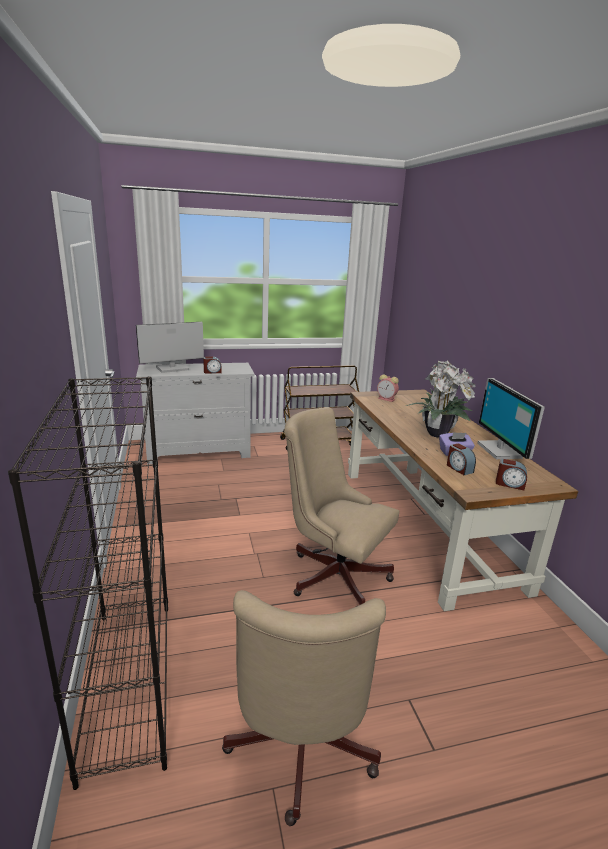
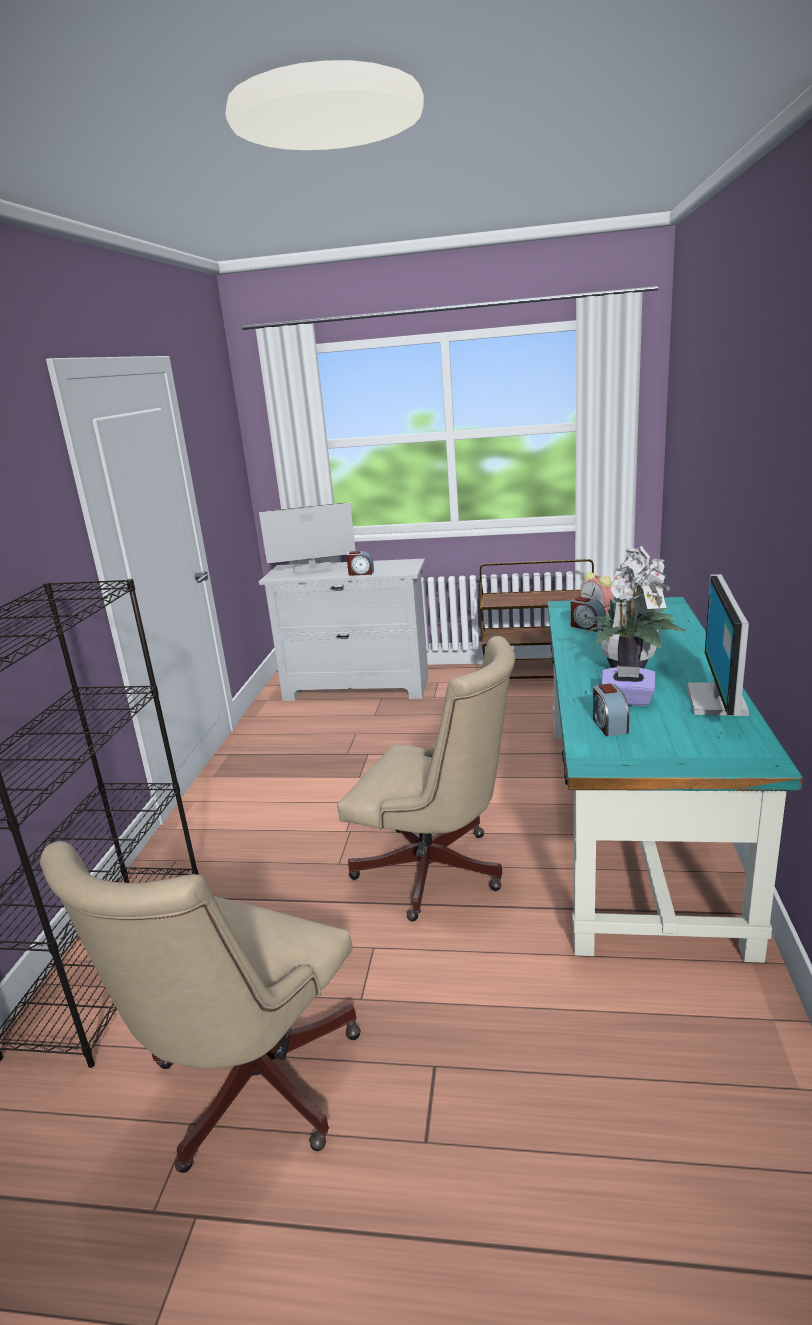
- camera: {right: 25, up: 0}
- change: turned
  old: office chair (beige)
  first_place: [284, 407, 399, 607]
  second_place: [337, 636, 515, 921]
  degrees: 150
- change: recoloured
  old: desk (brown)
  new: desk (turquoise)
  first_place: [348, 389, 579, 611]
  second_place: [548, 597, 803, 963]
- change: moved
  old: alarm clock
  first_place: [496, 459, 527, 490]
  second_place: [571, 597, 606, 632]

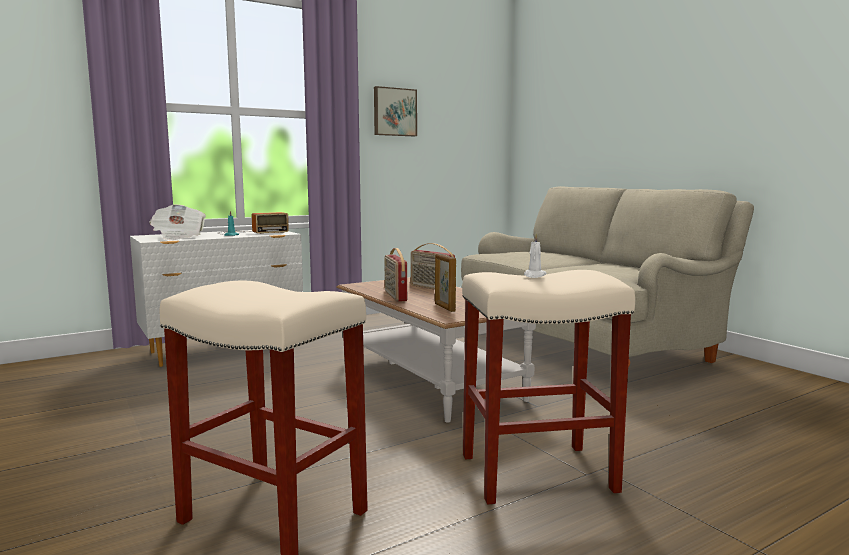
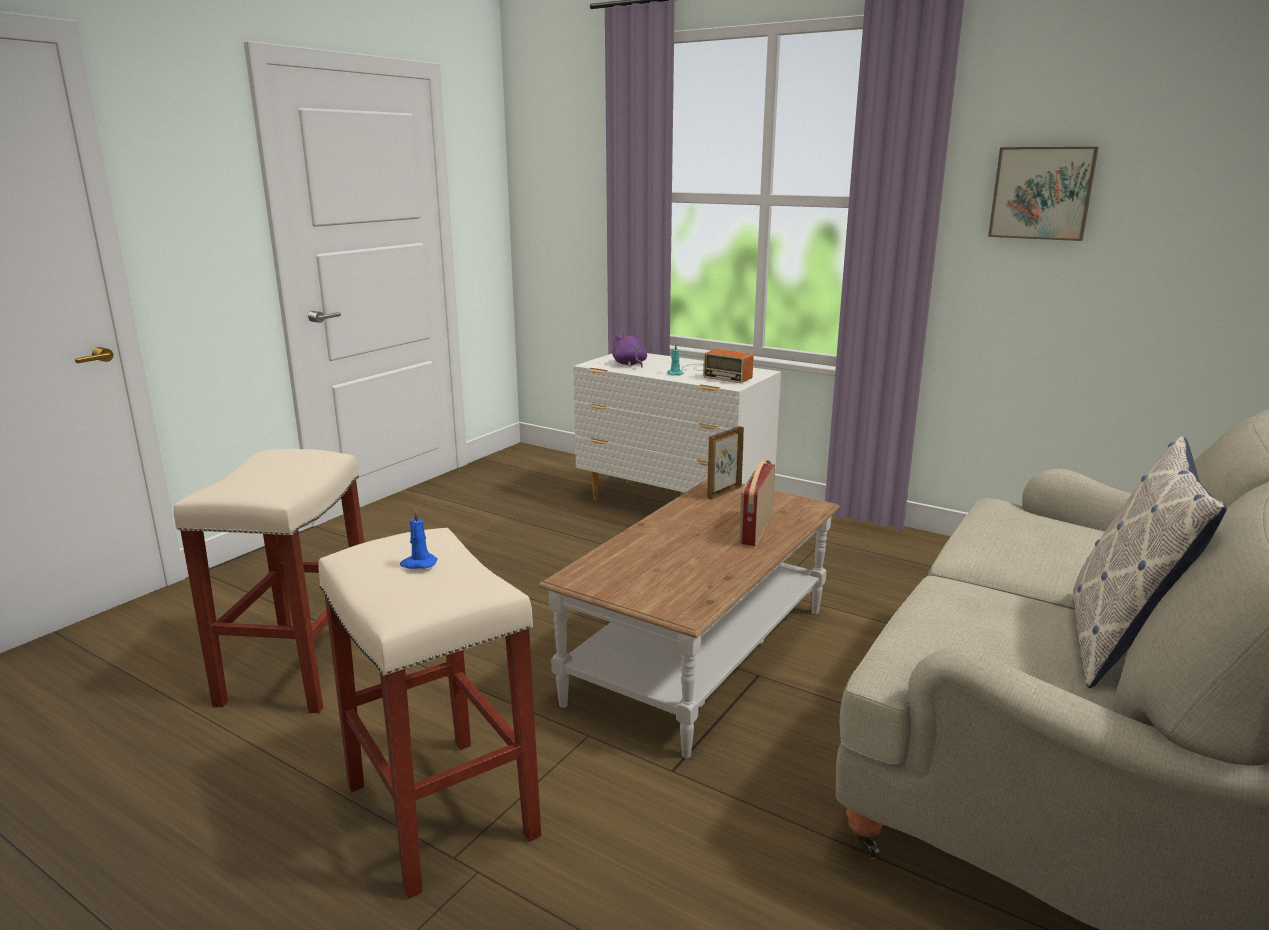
- camera: {right: 65, up: 10}
- change: recoloured
  old: candle (white)
  new: candle (blue)
  first_place: [524, 234, 547, 278]
  second_place: [400, 509, 438, 569]
- change: replaced
  old: newspaper
  new: plush toy (purple)
  first_place: [149, 204, 206, 240]
  second_place: [612, 332, 647, 368]
- change: moved
  old: picture frame
  first_place: [435, 253, 456, 312]
  second_place: [707, 426, 744, 500]
- change: added
  new: pillow
  second_place: [1073, 437, 1227, 688]
- change: removed
  old: radio
  first_place: [384, 248, 407, 302]

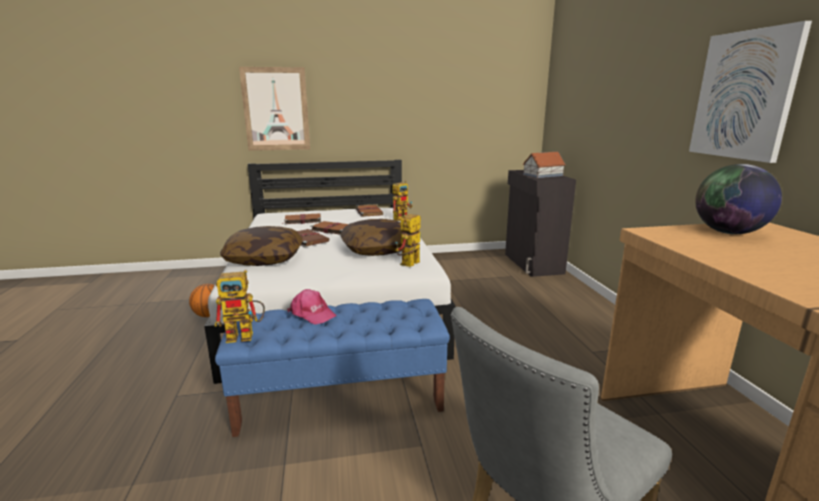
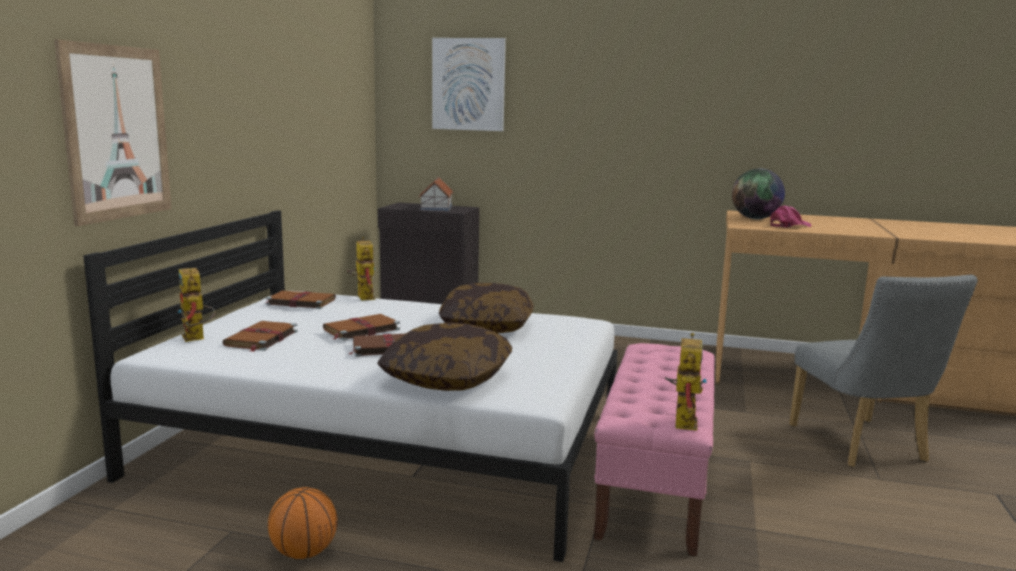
- camera: {right: -65, up: -5}
- change: moved
  old: toy robot
  first_place: [395, 214, 421, 267]
  second_place: [177, 268, 216, 342]
- change: moved
  old: picture
  first_place: [689, 21, 812, 163]
  second_place: [432, 38, 506, 131]
- change: recoloured
  old: bench (blue)
  new: bench (pink)
  first_place: [215, 299, 450, 437]
  second_place: [594, 343, 715, 556]
- change: moved
  old: cap (pink)
  first_place: [287, 289, 336, 325]
  second_place: [770, 205, 812, 228]

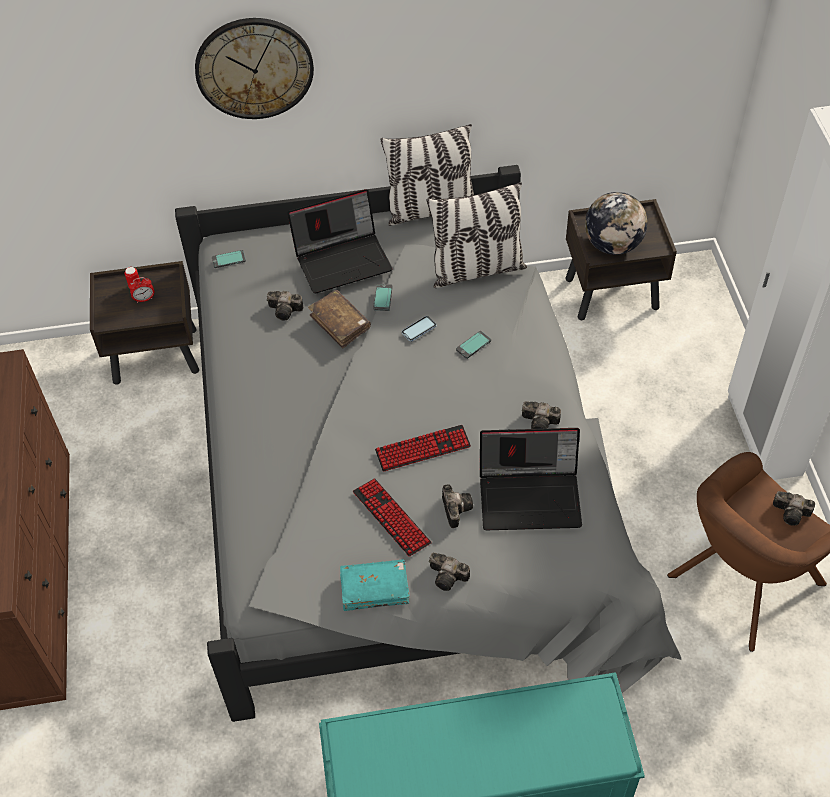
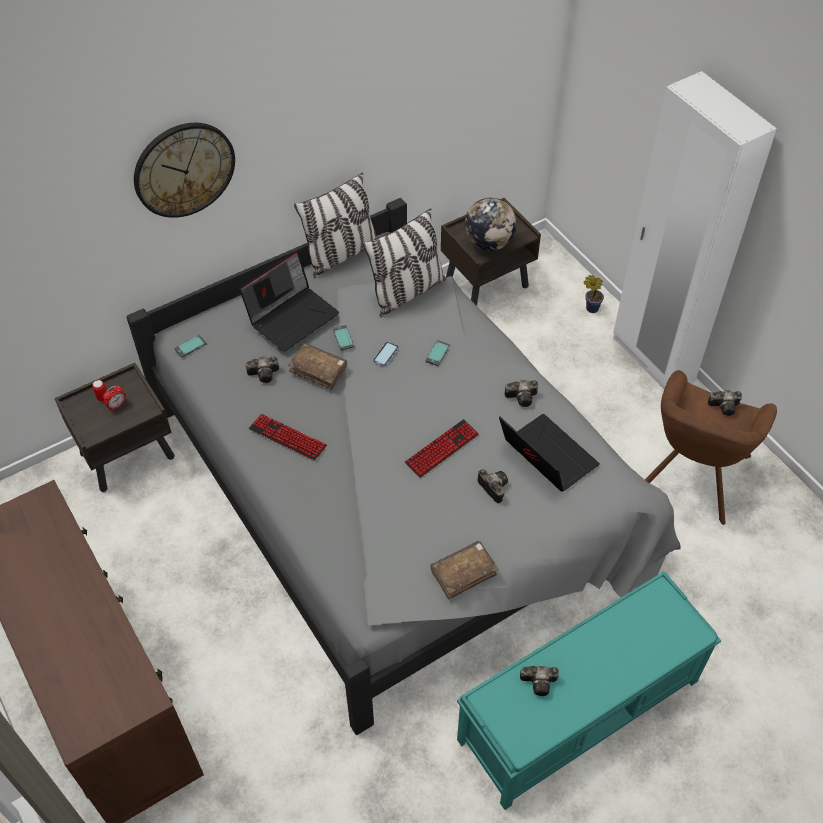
- camera: {right: -25, up: 0}
- change: moved
  old: keyboard
  first_place: [353, 479, 432, 557]
  second_place: [249, 414, 327, 461]
- change: recoloured
  old: book (turquoise)
  new: book (brown)
  first_place: [340, 559, 410, 611]
  second_place: [431, 541, 499, 600]
- change: turned
  old: laptop
  first_place: [480, 428, 582, 530]
  second_place: [499, 414, 600, 492]
  degrees: -105
- change: moved
  old: photo camera
  first_place: [429, 552, 470, 591]
  second_place: [520, 666, 559, 696]
- change: added
  new: potted plant
  second_place: [584, 275, 604, 313]

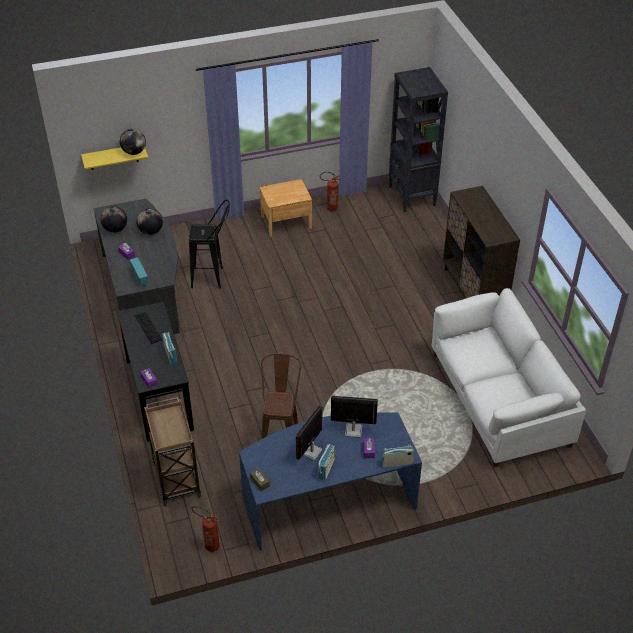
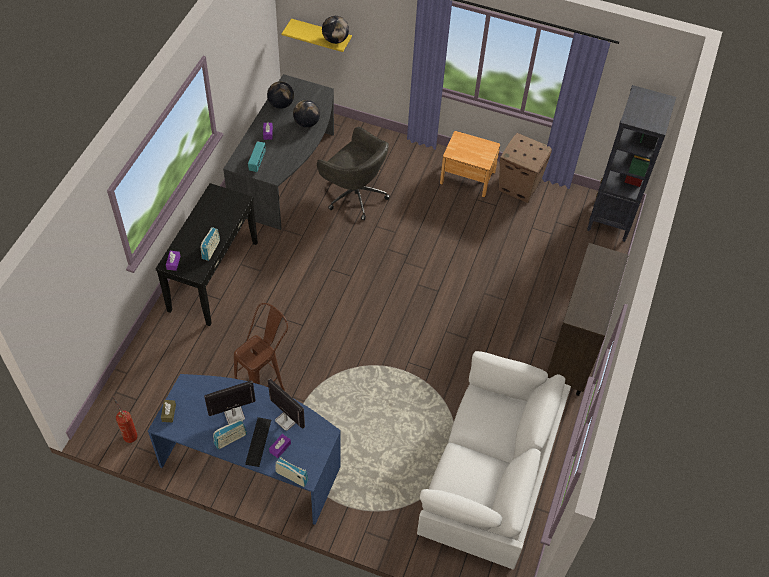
- camera: {right: 35, up: 10}
- change: moved
  old: keyboard
  first_place: [135, 312, 162, 344]
  second_place: [245, 417, 271, 467]
- change: replaced
  old: stool (black)
  new: office chair (grey)
  first_place: [189, 200, 230, 289]
  second_place: [317, 127, 390, 220]
- change: replaced
  old: fire extinguisher
  new: cardboard box
  first_place: [320, 172, 340, 211]
  second_place: [498, 133, 552, 203]
- change: removed
  old: cart (brown)
  first_place: [144, 397, 201, 506]

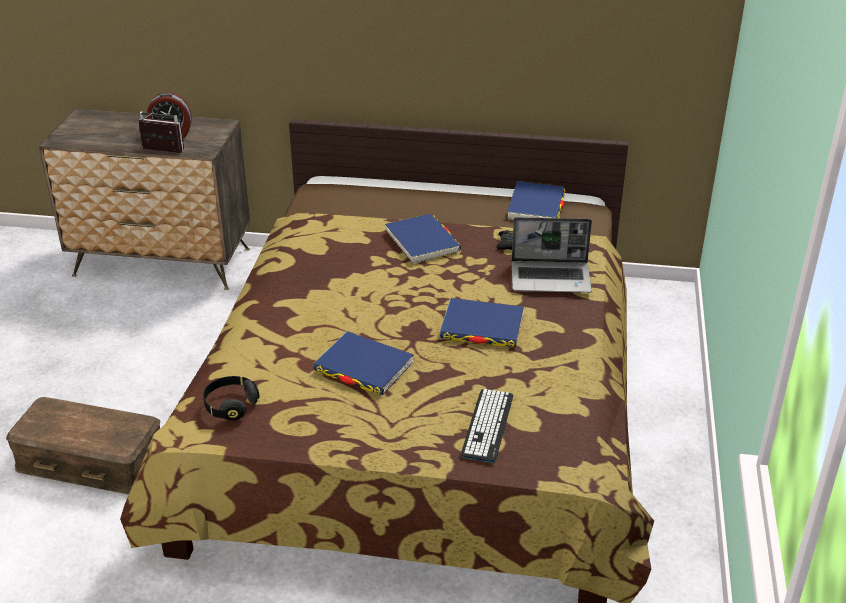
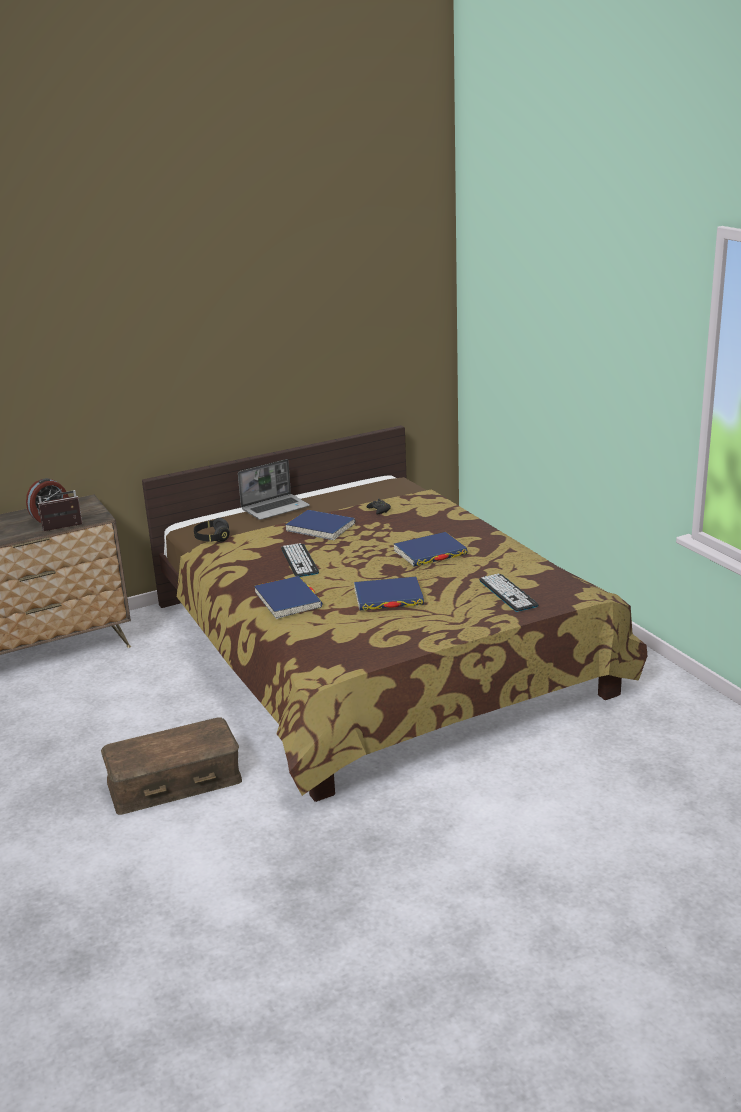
- camera: {right: -35, up: -10}
- change: moved
  old: headphones (black)
  first_place: [203, 376, 260, 421]
  second_place: [194, 518, 230, 542]
- change: moved
  old: laptop
  first_place: [511, 217, 592, 293]
  second_place: [238, 459, 310, 520]
- change: moved
  old: book (blue)
  first_place: [507, 181, 565, 220]
  second_place: [254, 576, 323, 619]
- change: added
  new: keyboard
  second_place: [281, 543, 319, 577]

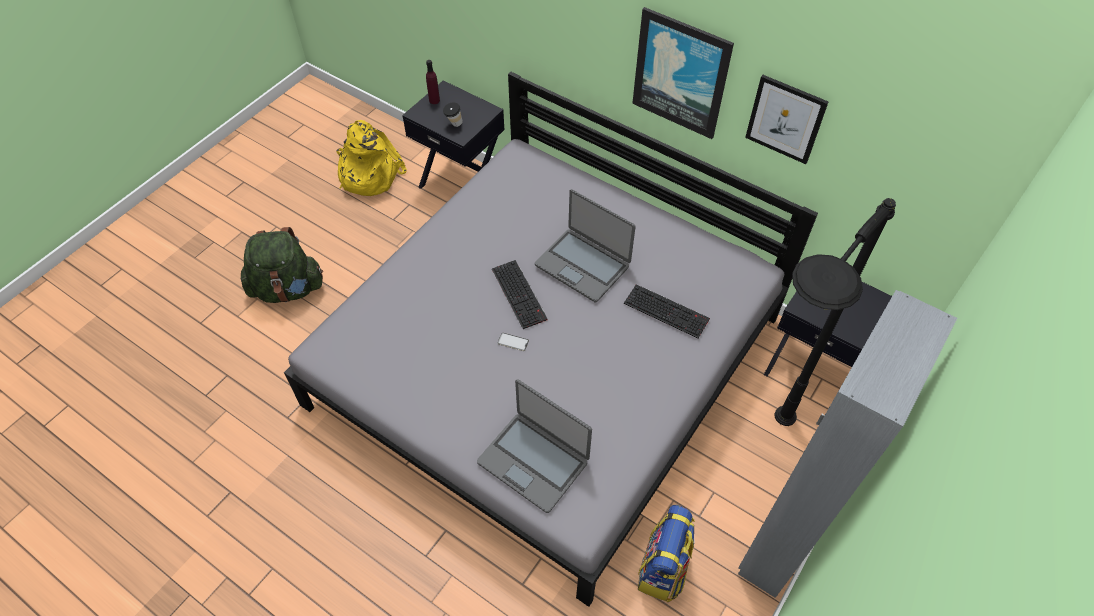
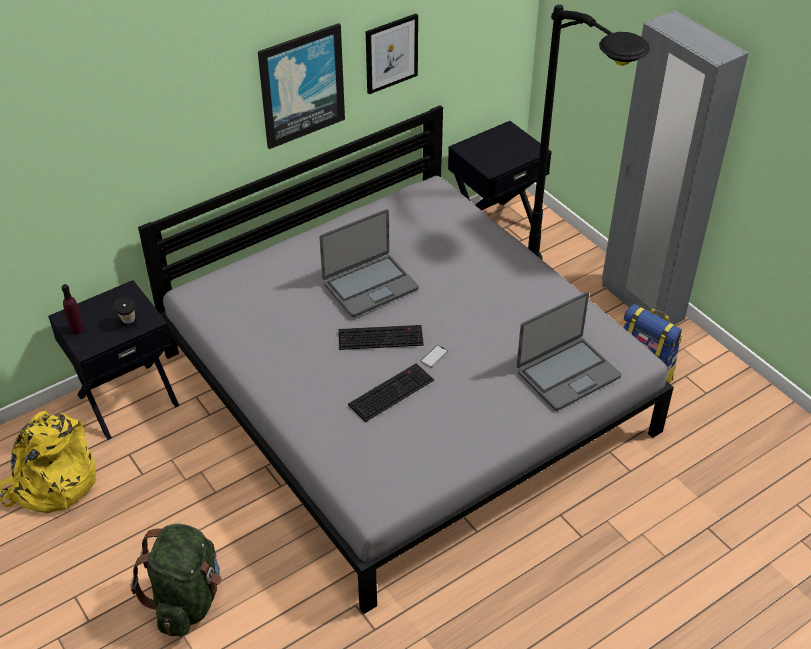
- camera: {right: -70, up: -10}
- change: moved
  old: keyboard
  first_place: [624, 284, 710, 338]
  second_place: [348, 363, 434, 422]

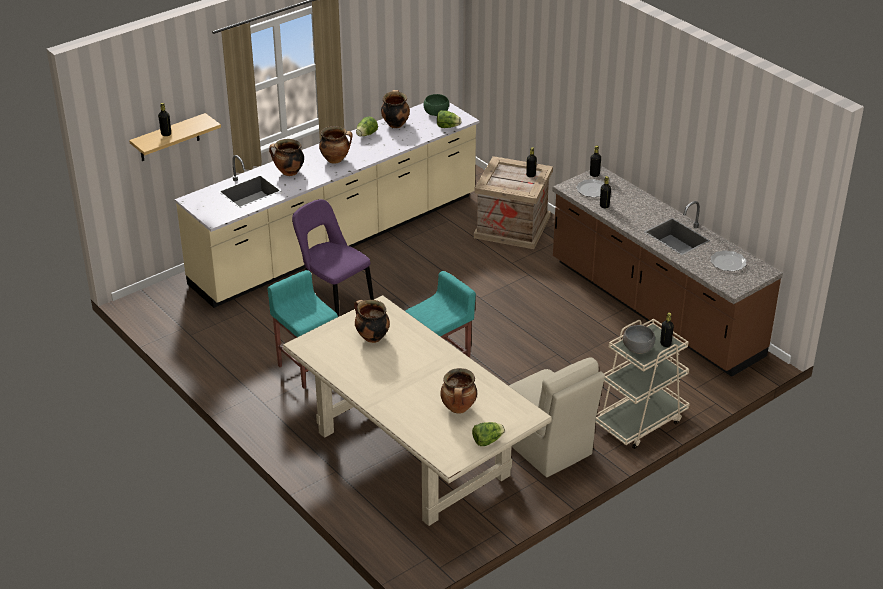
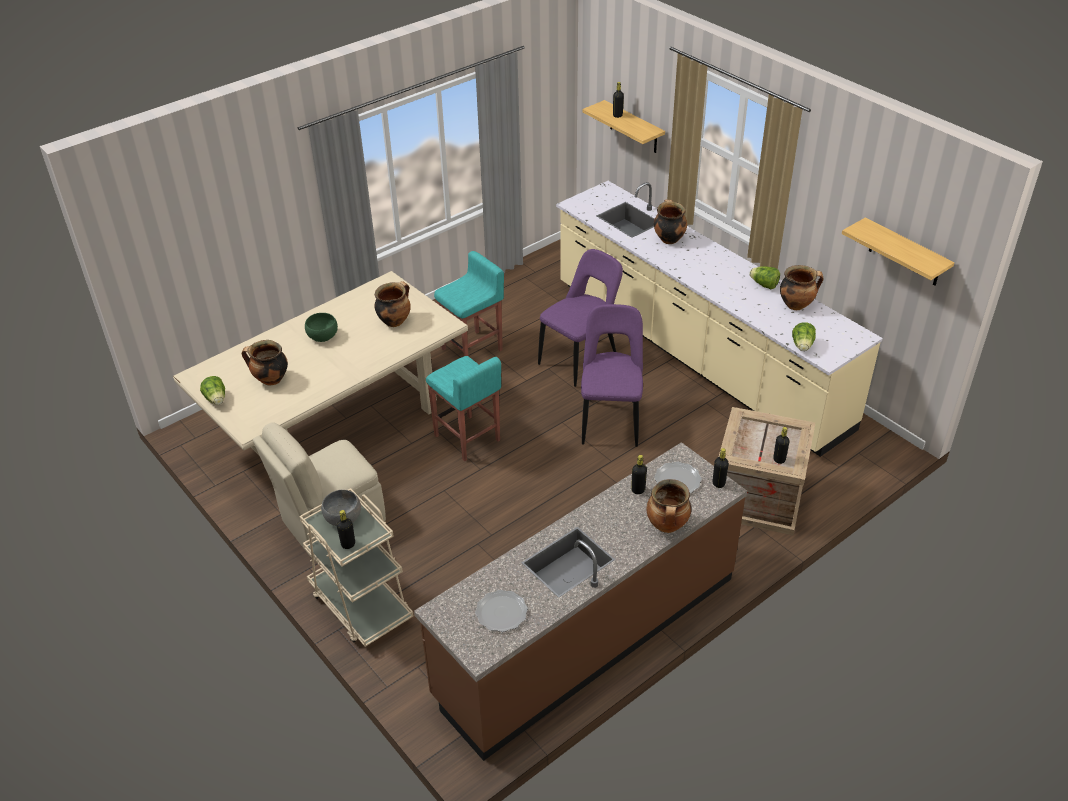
- camera: {right: 90, up: 5}
- change: moved
  old: bowl (green)
  first_place: [424, 94, 449, 116]
  second_place: [305, 313, 338, 342]
- change: added
  new: chair (purple)
  second_place: [581, 304, 643, 447]
- change: moved
  old: cooking pot
  first_place: [319, 126, 353, 164]
  second_place: [646, 479, 691, 533]
- change: added
  new: shelf
  second_place: [842, 218, 955, 286]

